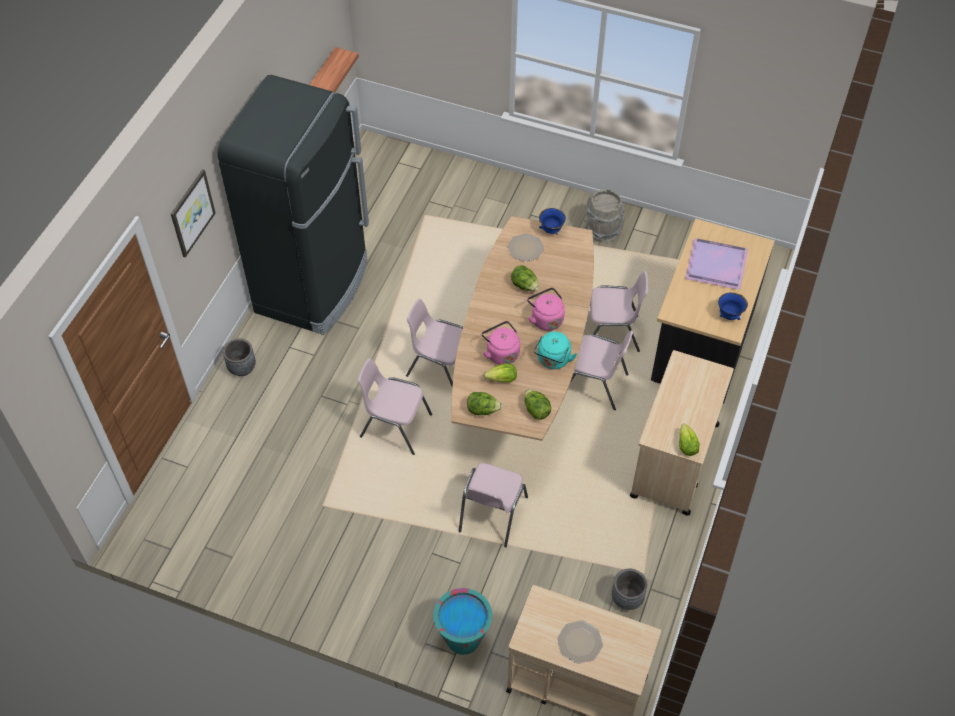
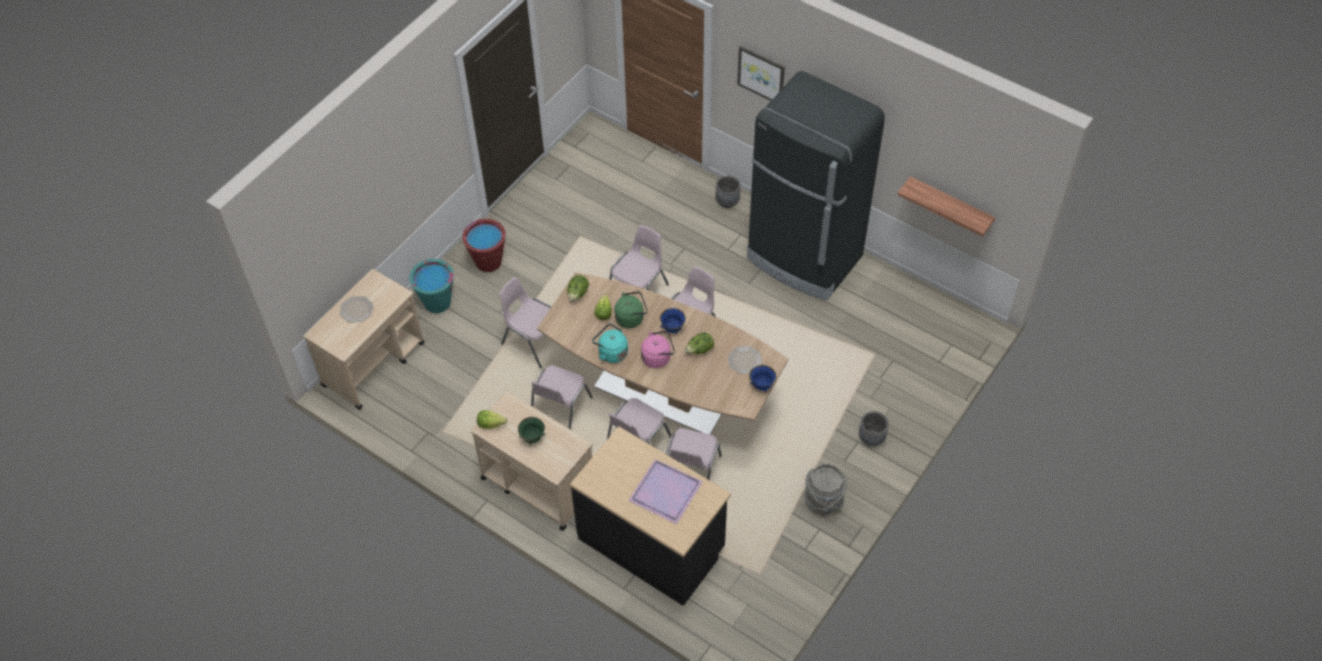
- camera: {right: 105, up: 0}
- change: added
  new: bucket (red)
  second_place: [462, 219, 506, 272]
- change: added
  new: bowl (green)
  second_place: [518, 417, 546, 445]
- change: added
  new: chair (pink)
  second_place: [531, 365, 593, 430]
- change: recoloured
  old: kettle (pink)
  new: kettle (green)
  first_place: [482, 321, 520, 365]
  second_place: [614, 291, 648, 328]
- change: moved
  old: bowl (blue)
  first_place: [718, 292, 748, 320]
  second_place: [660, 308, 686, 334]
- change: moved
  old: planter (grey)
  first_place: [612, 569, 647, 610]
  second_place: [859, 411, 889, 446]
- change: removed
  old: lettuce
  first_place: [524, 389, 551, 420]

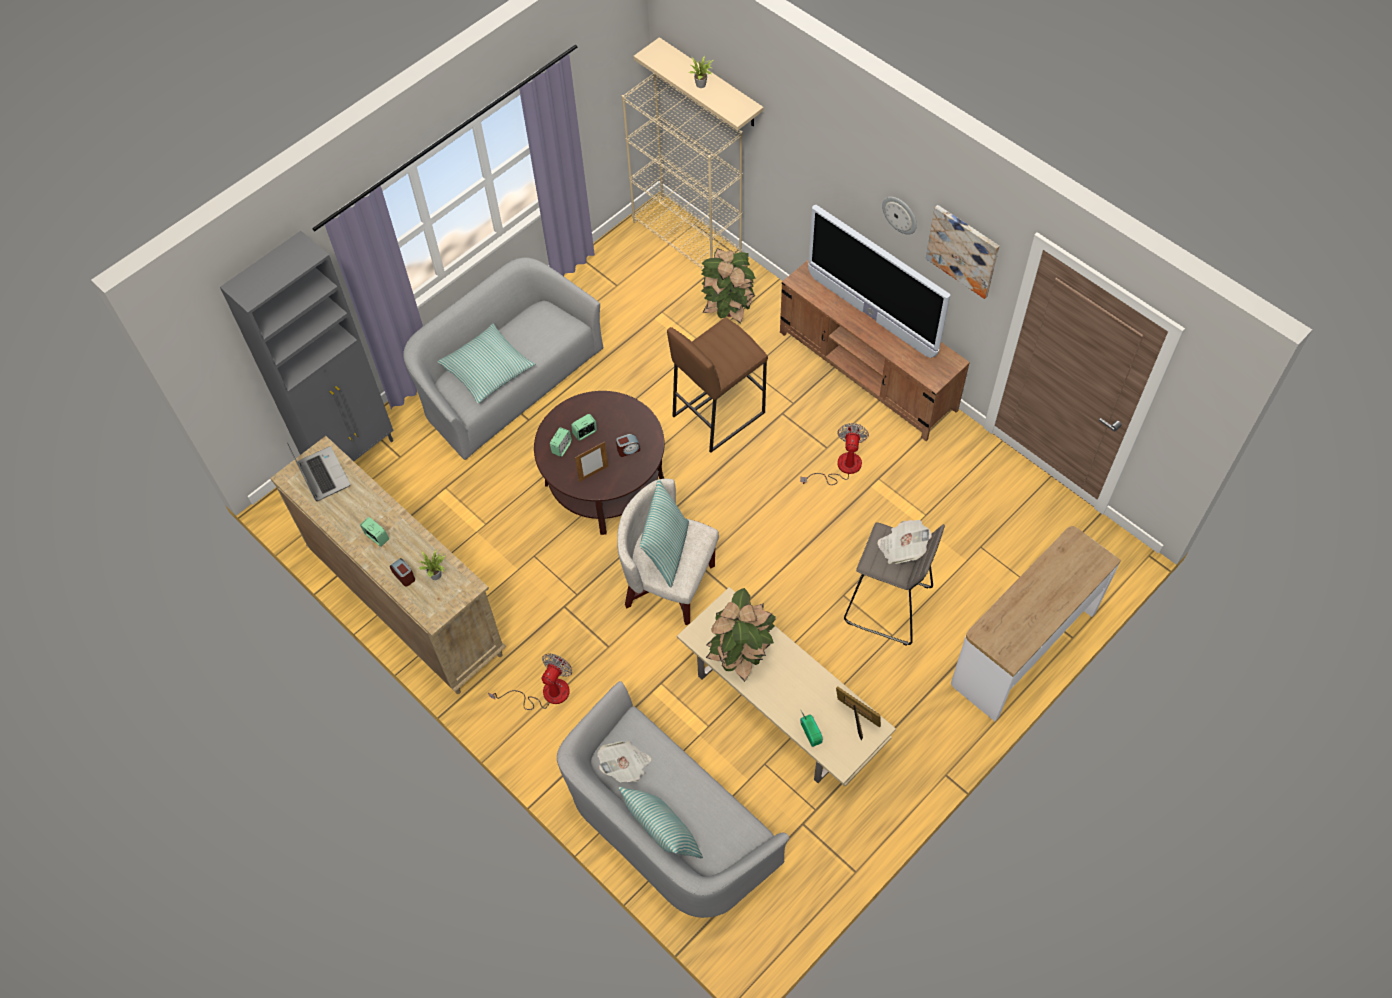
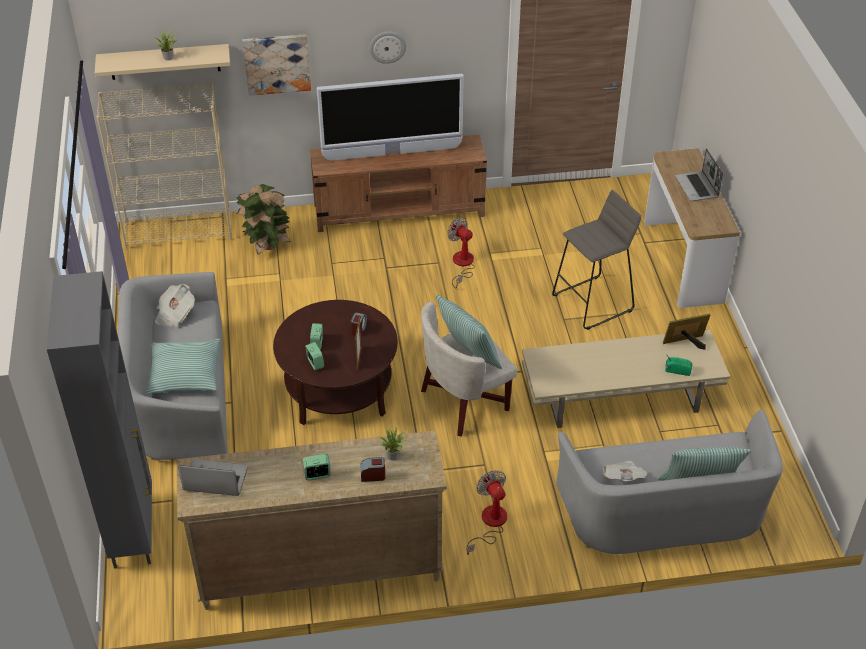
- camera: {right: -55, up: -15}
- change: moved
  old: newspaper
  first_place: [877, 520, 932, 564]
  second_place: [155, 284, 195, 327]
- change: moved
  old: picture
  first_place: [926, 205, 999, 299]
  second_place: [243, 34, 311, 96]
- change: added
  new: laptop
  second_place: [675, 148, 723, 201]
- change: removed
  old: stool (brown)
  first_place: [667, 317, 768, 453]
- change: removed
  old: potted plant
  first_place: [706, 588, 775, 682]

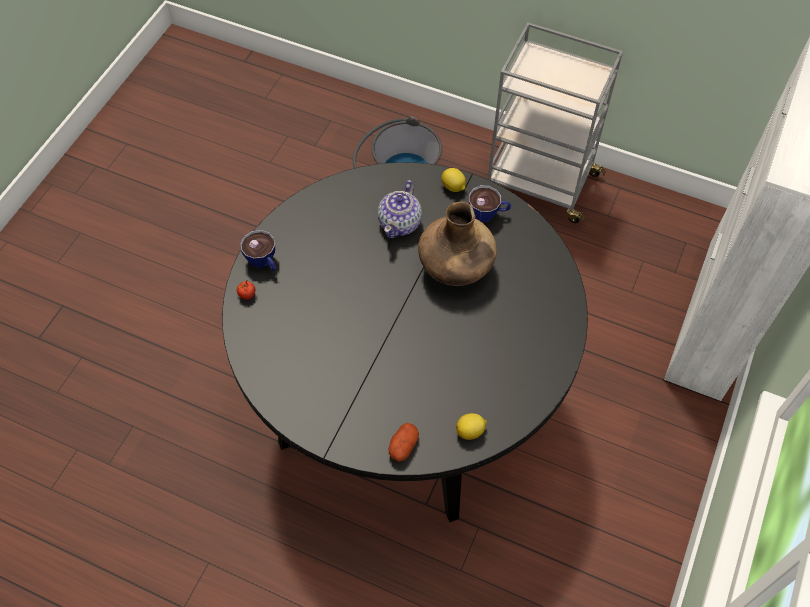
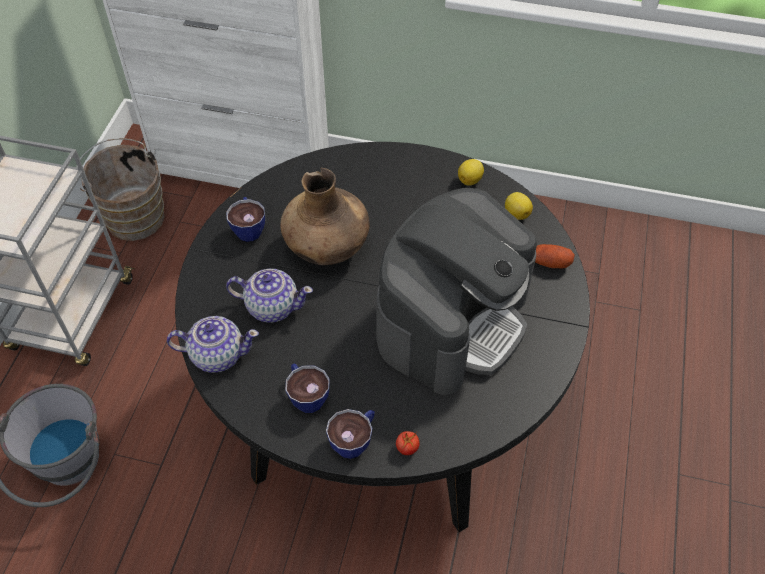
- camera: {right: -100, up: -5}
- change: added
  new: bucket (brown)
  second_place: [77, 138, 164, 241]
- change: added
  new: teapot
  second_place: [167, 316, 259, 373]
- change: added
  new: cup
  second_place: [285, 364, 330, 413]
- change: added
  new: coffee machine
  second_place: [376, 188, 537, 395]
- change: moved
  old: lemon
  first_place: [441, 168, 466, 192]
  second_place: [458, 159, 484, 186]

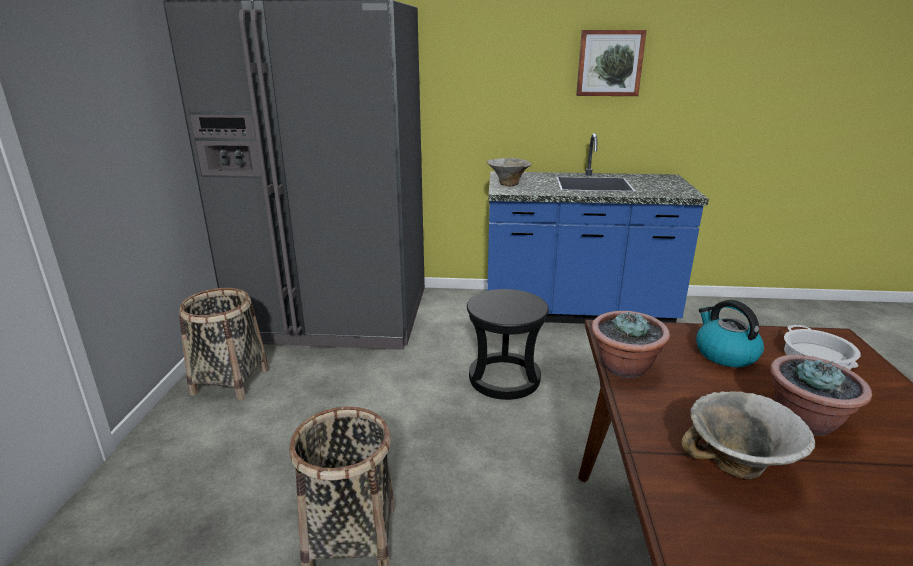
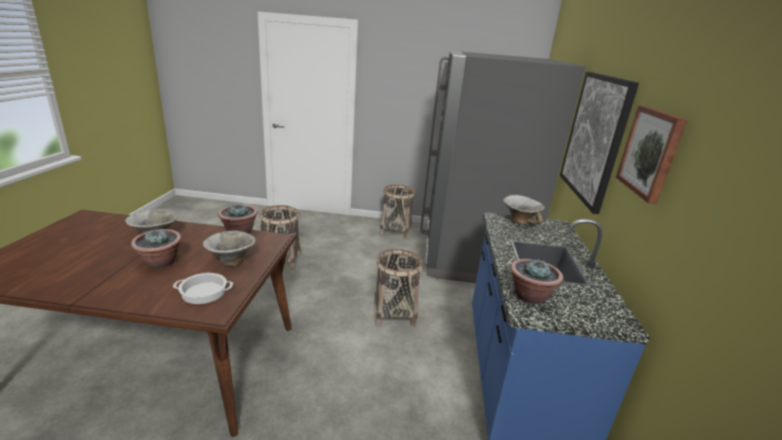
- camera: {right: 90, up: 0}
- change: replaced
  old: kettle
  new: bowl
  first_place: [696, 300, 764, 368]
  second_place: [203, 231, 256, 266]
- change: replaced
  old: stool (black)
  new: basket
  first_place: [467, 289, 549, 400]
  second_place: [374, 249, 423, 327]
- change: added
  new: potted plant
  second_place: [510, 259, 563, 305]
- change: added
  new: picture
  second_place: [560, 72, 639, 214]

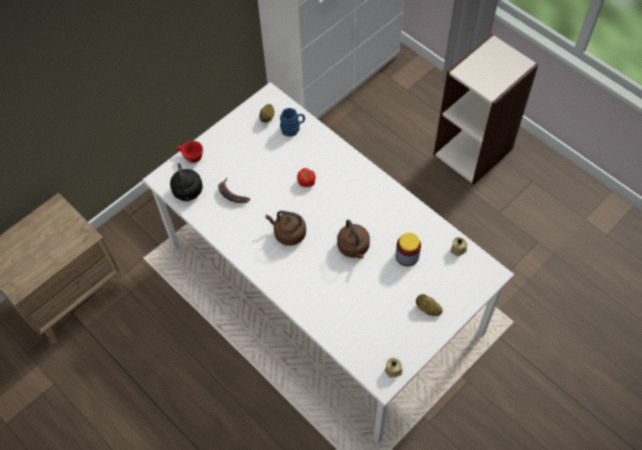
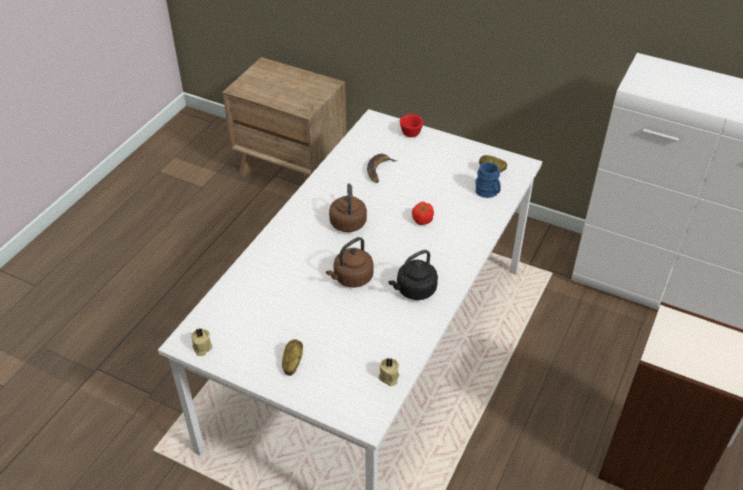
- camera: {right: 70, up: -15}
- change: moved
  old: kettle (black)
  first_place: [170, 163, 203, 202]
  second_place: [388, 250, 438, 300]
- change: removed
  old: jar
  first_place: [395, 233, 421, 266]

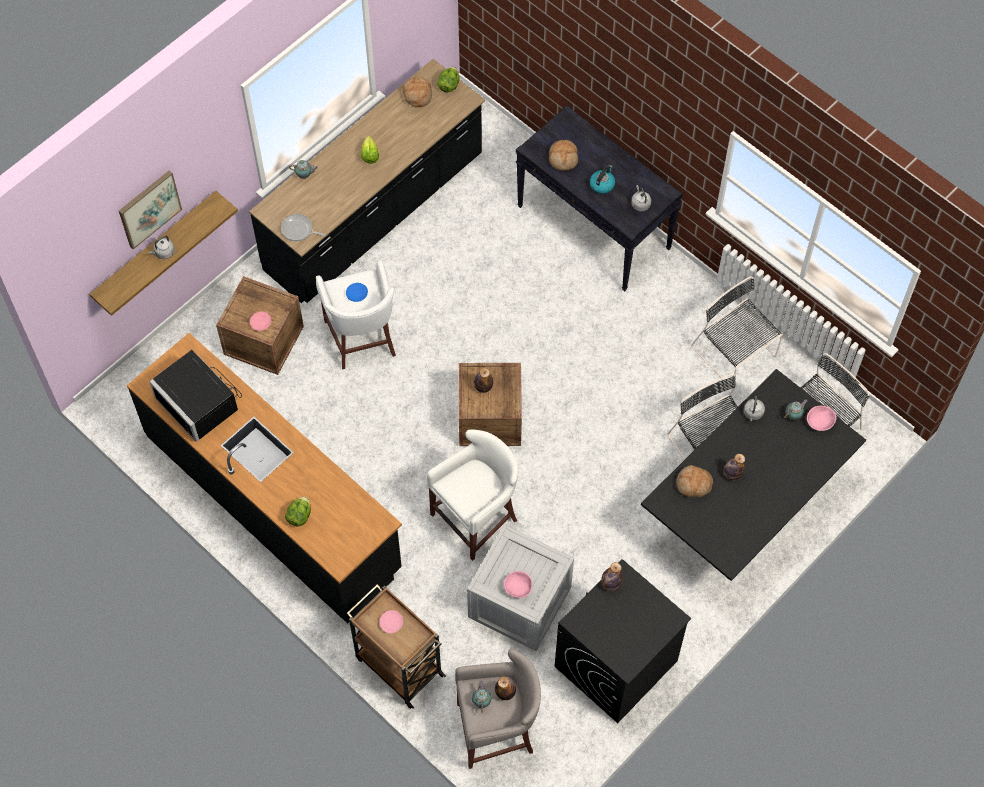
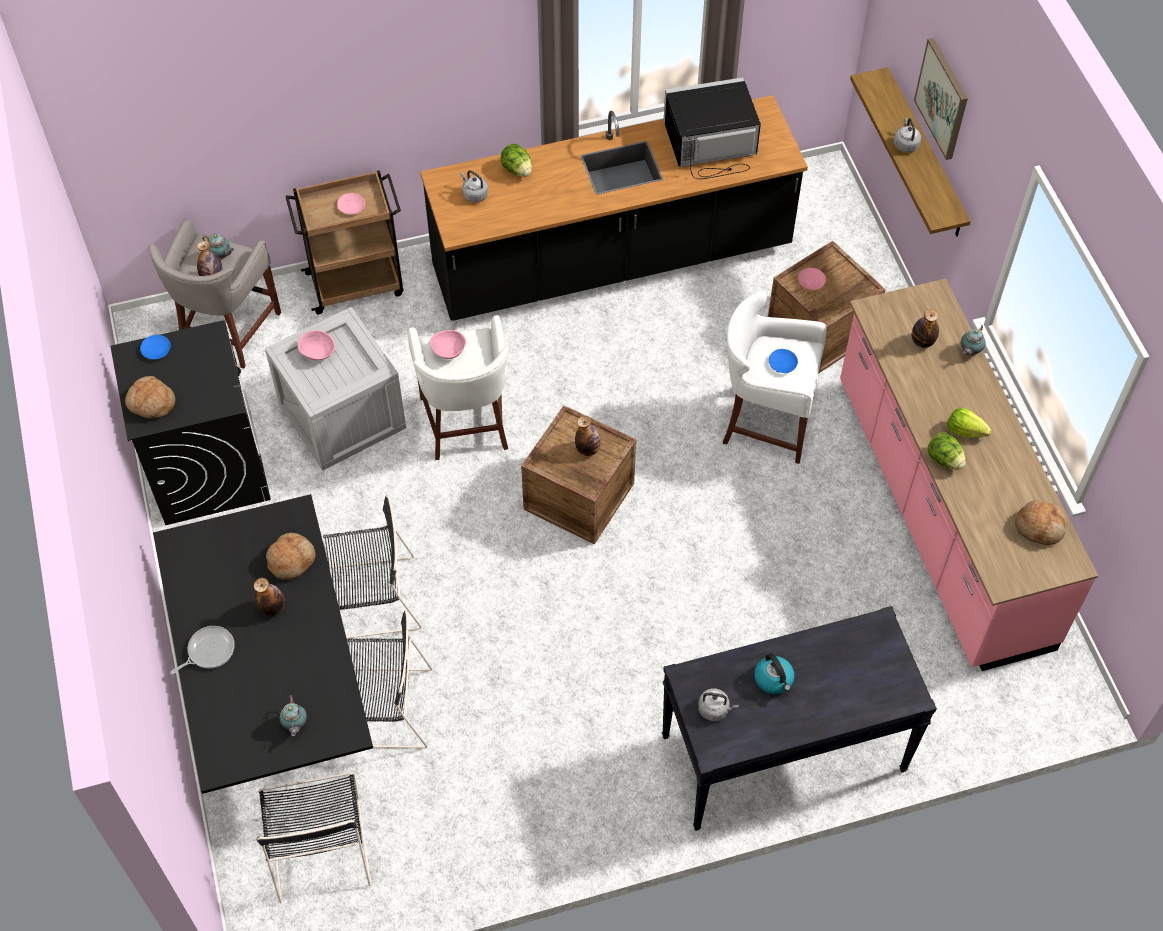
- camera: {right: 120, up: -5}
- change: moved
  old: bread
  first_place: [549, 140, 578, 171]
  second_place: [125, 376, 175, 419]
- change: added
  new: plate (blue)
  second_place: [140, 335, 170, 359]
- change: moved
  old: frying pan
  first_place: [281, 214, 326, 241]
  second_place: [170, 626, 235, 674]
- change: moved
  old: chair (black)
  first_place: [691, 276, 783, 388]
  second_place: [321, 495, 422, 639]
- change: moved
  old: bowl (pink)
  first_place: [807, 406, 836, 431]
  second_place: [430, 330, 466, 359]
- change: moved
  old: kettle (grey)
  first_place: [744, 396, 765, 421]
  second_place: [461, 170, 488, 203]
- change: recoloured
  old: counter (black)
  new: counter (pink)
  first_place: [249, 59, 485, 303]
  second_place: [840, 279, 1098, 671]
- change: moved
  old: bottle
  first_place: [601, 562, 623, 591]
  second_place: [912, 309, 939, 348]
- change: moved
  old: lettuce
  first_place: [437, 67, 460, 93]
  second_place: [928, 432, 966, 470]

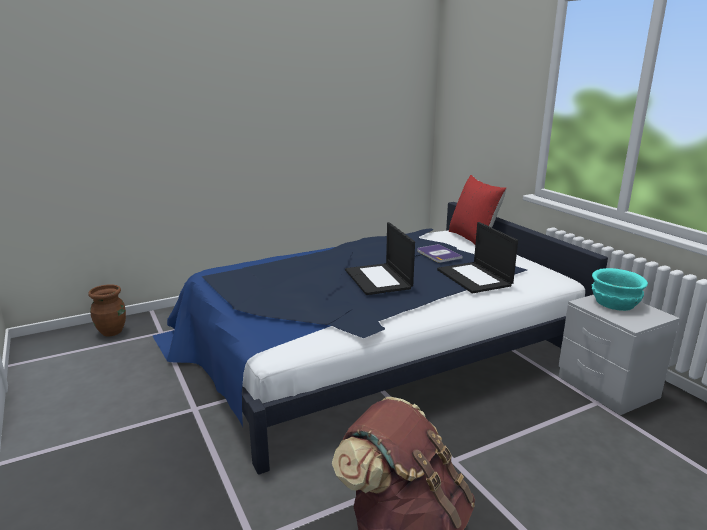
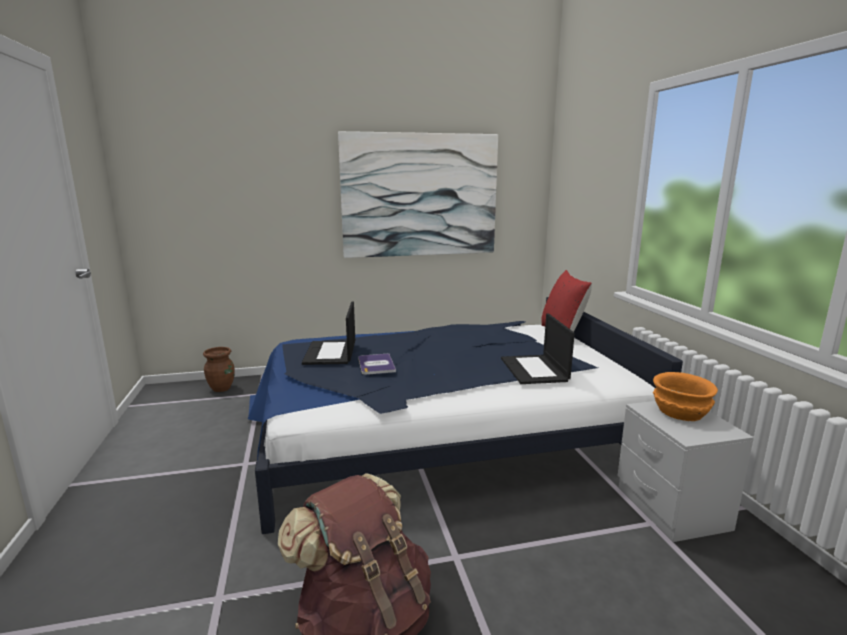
- camera: {right: 15, up: -5}
- change: moved
  old: laptop
  first_place: [345, 222, 415, 295]
  second_place: [302, 301, 355, 365]
- change: added
  new: picture
  second_place: [338, 131, 498, 258]
- change: moved
  old: book
  first_place: [417, 244, 463, 263]
  second_place: [359, 353, 396, 375]
- change: recoloured
  old: bowl (turquoise)
  new: bowl (orange)
  first_place: [591, 268, 648, 311]
  second_place: [653, 372, 718, 421]

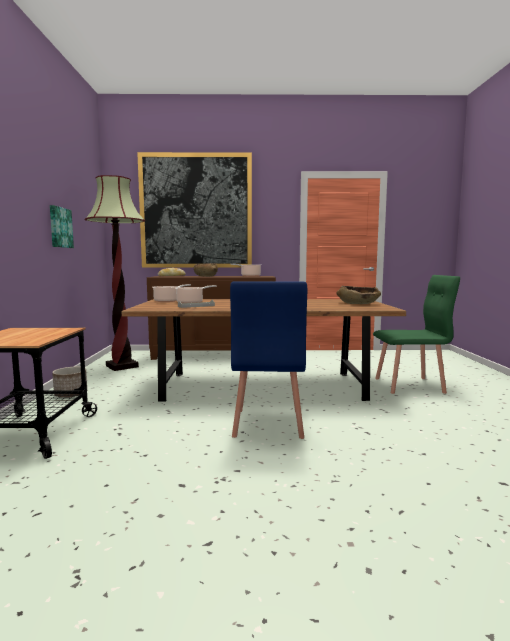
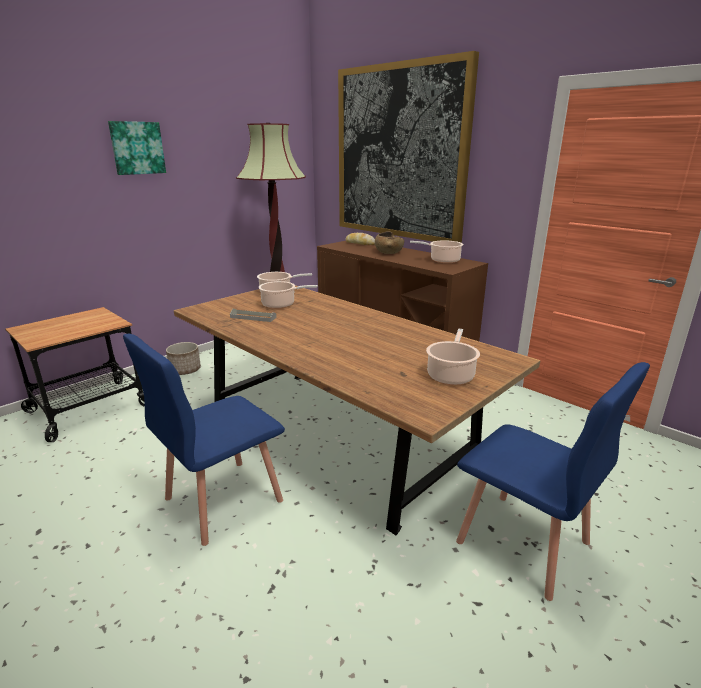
- camera: {right: 45, up: 15}
- change: moved
  old: picture
  first_place: [50, 205, 74, 248]
  second_place: [108, 121, 166, 175]
- change: replaced
  old: bowl (brown)
  new: cooking pot
  first_place: [336, 286, 381, 304]
  second_place: [426, 329, 480, 385]
- change: recoloured
  old: chair (green)
  new: chair (blue)
  first_place: [373, 275, 460, 394]
  second_place: [456, 362, 650, 601]

